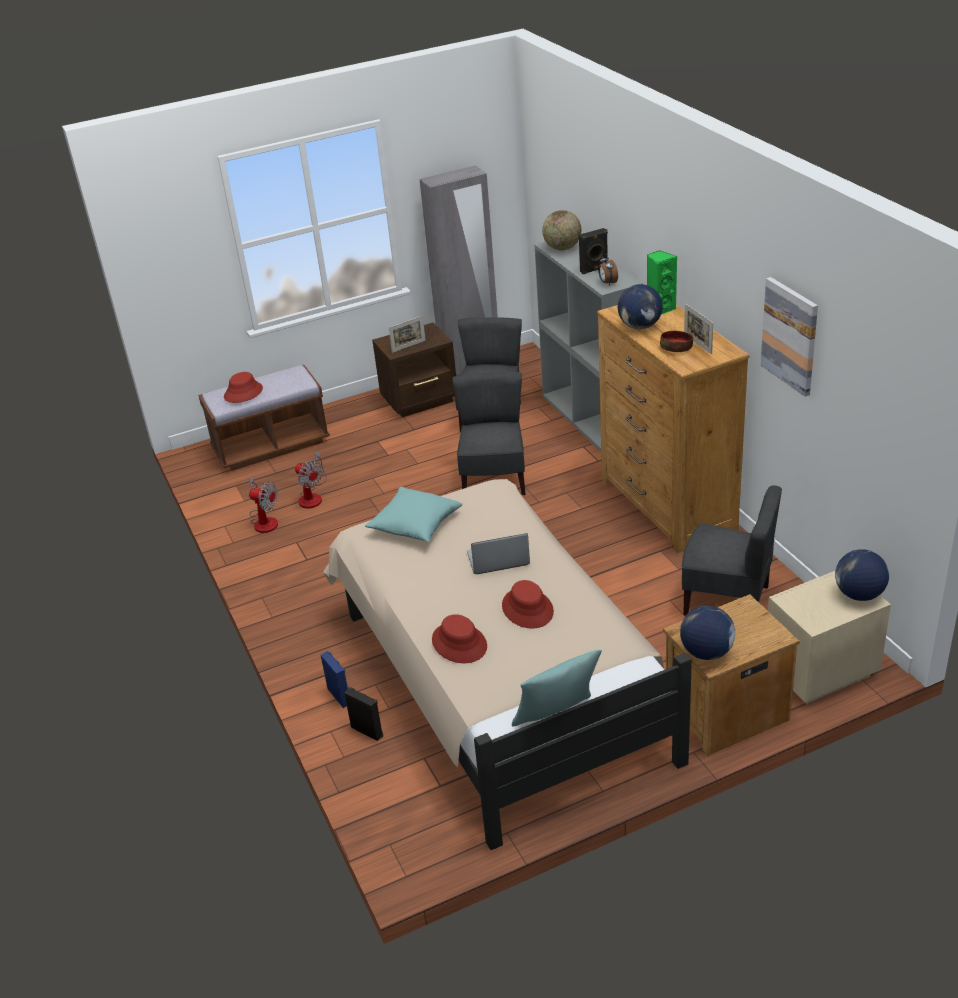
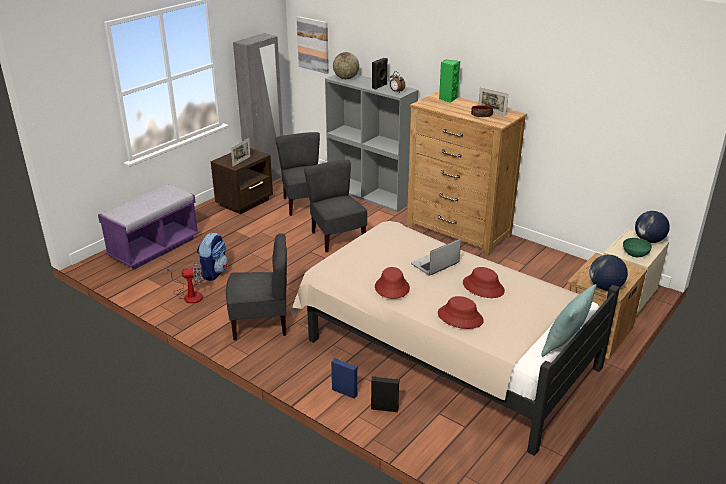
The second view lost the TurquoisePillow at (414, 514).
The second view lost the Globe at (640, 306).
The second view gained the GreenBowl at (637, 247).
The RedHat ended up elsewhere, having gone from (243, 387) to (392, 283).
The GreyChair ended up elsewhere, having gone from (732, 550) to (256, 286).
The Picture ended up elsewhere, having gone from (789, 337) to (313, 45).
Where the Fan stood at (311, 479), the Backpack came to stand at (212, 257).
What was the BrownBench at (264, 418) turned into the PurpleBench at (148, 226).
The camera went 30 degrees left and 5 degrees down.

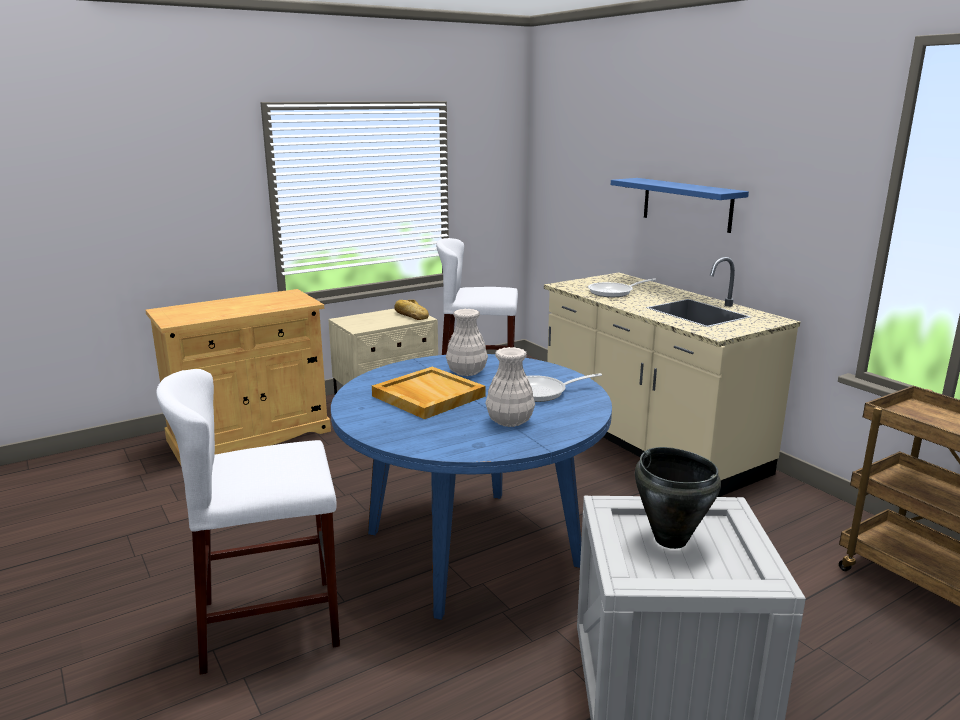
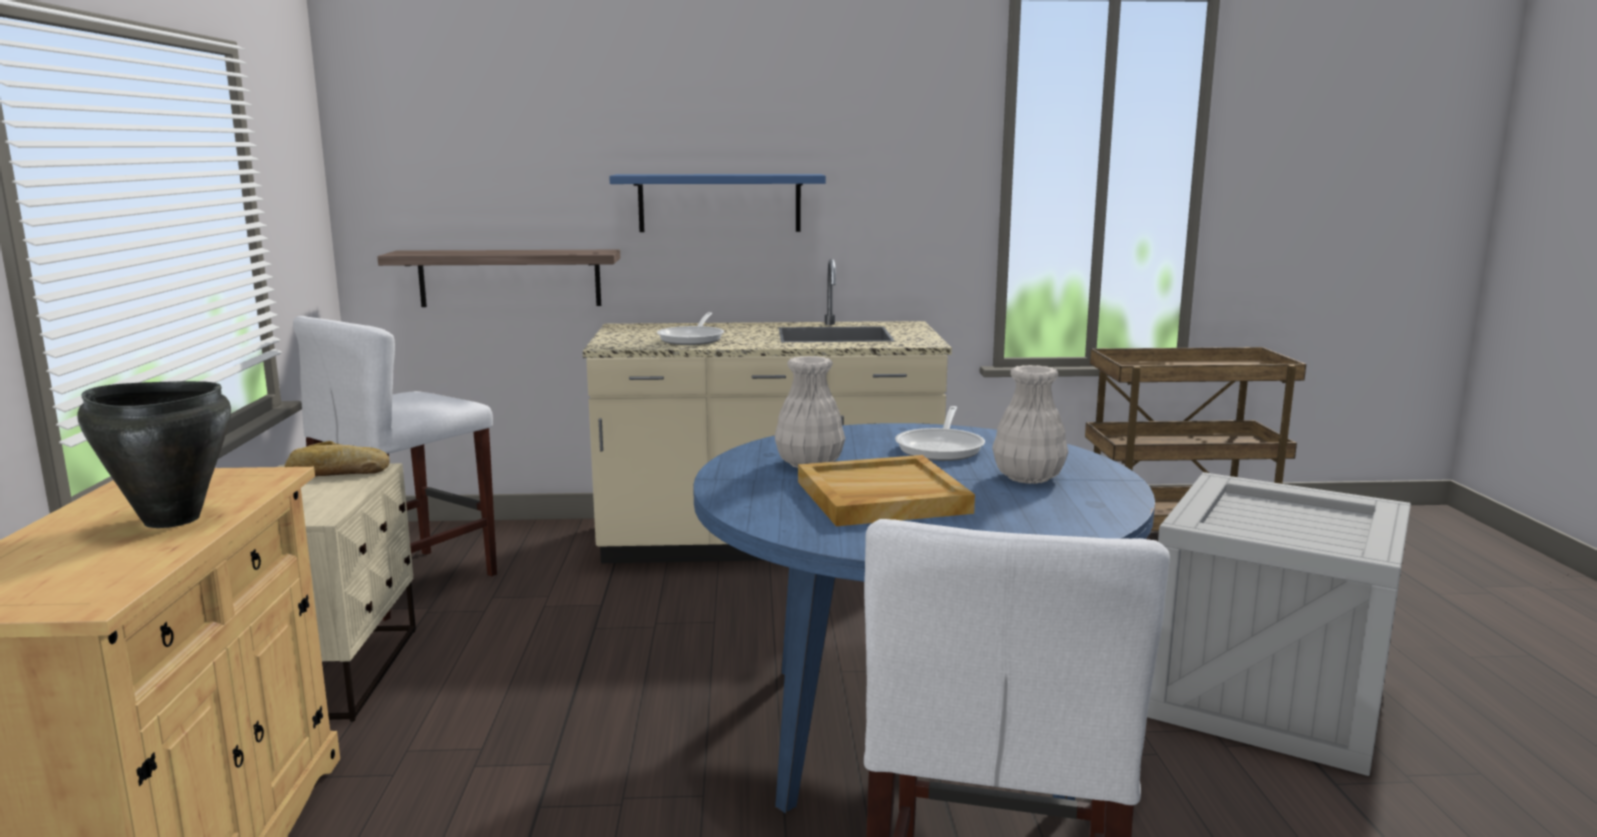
The second view gained the Shelf at (498, 278).
The BlackCookingPot ended up elsewhere, having gone from (678, 498) to (154, 454).
The camera went 60 degrees left and 5 degrees down.

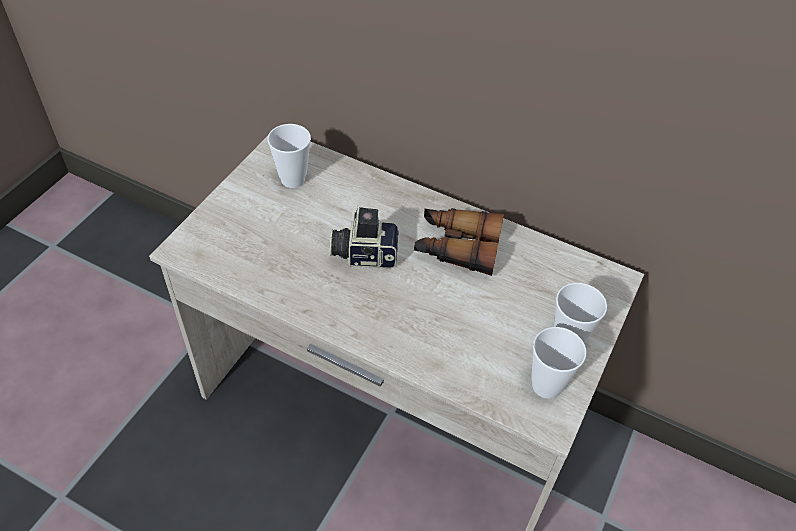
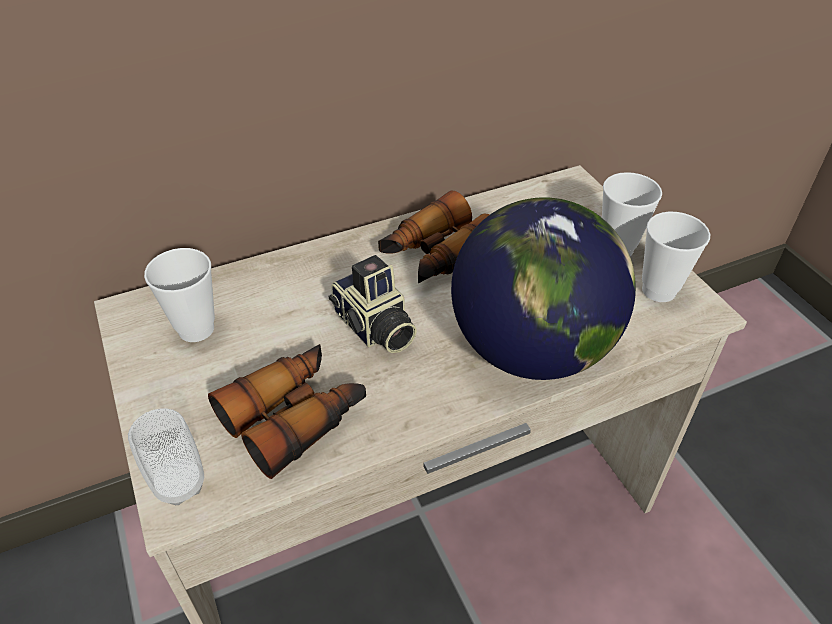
The second view gained the Cup at (166, 457).
The second view gained the Binoculars at (287, 411).
The second view gained the Globe at (543, 288).
The PhotoCamera at (364, 236) ended up facing another way, 75 degrees counterclockwise from before.
The camera went 50 degrees left and 5 degrees down.

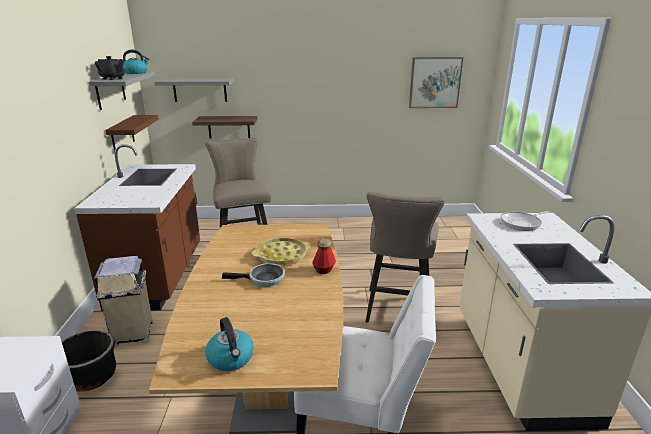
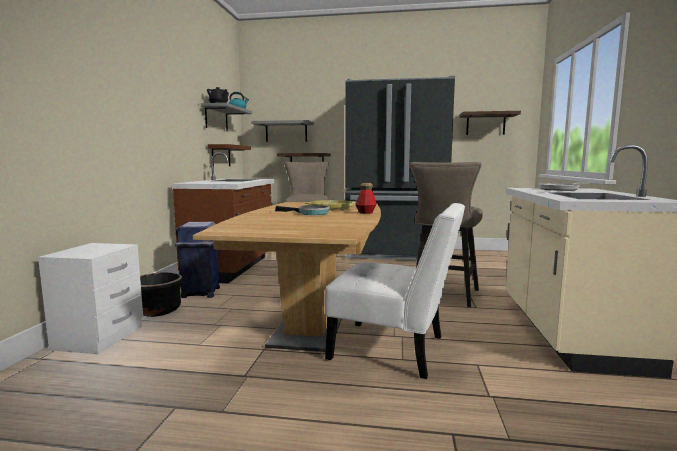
The second view lost the Kettle at (229, 344).
The second view gained the BlackFridge at (400, 168).
Where the Picture hung at (436, 82), the Shelf came to hang at (490, 123).
What was the BeigeTrashCan at (123, 301) turned into the BlueTrashCan at (197, 260).
The camera went 10 degrees right and 15 degrees down.

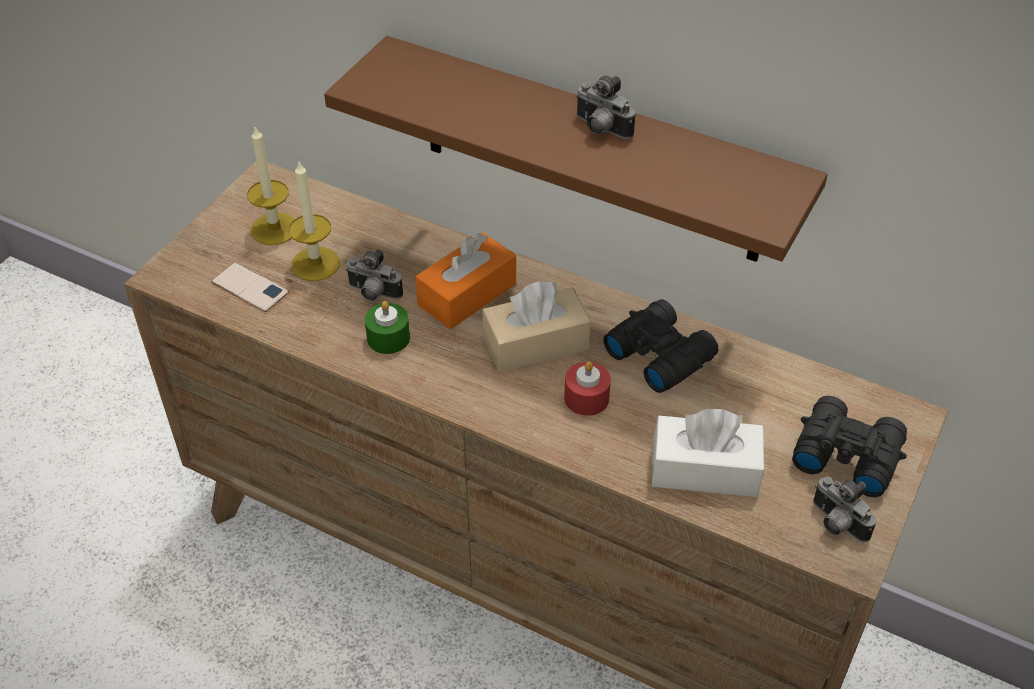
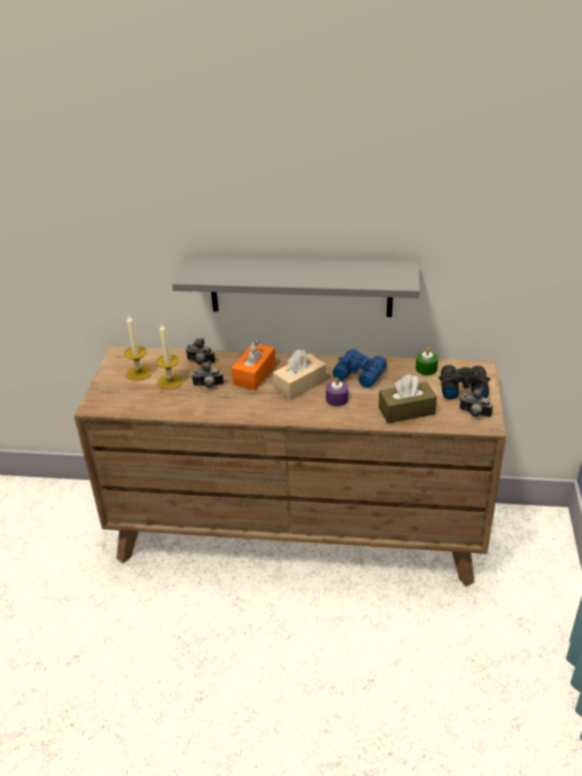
The second view lost the Phone at (250, 287).
The GreenCandle ended up elsewhere, having gone from (387, 327) to (426, 361).
The PhotoCamera ended up elsewhere, having gone from (605, 107) to (200, 351).
What was the BrownShelf at (576, 149) turned into the GreyShelf at (296, 286).
What was the RedCandle at (587, 388) turned into the PurpleCandle at (337, 391).
What was the BlackBinoculars at (660, 346) turned into the BlueBinoculars at (360, 368).
What was the WhiteTissueBox at (708, 453) turned into the BrownTissueBox at (408, 398).
The camera went 20 degrees left and 10 degrees down.

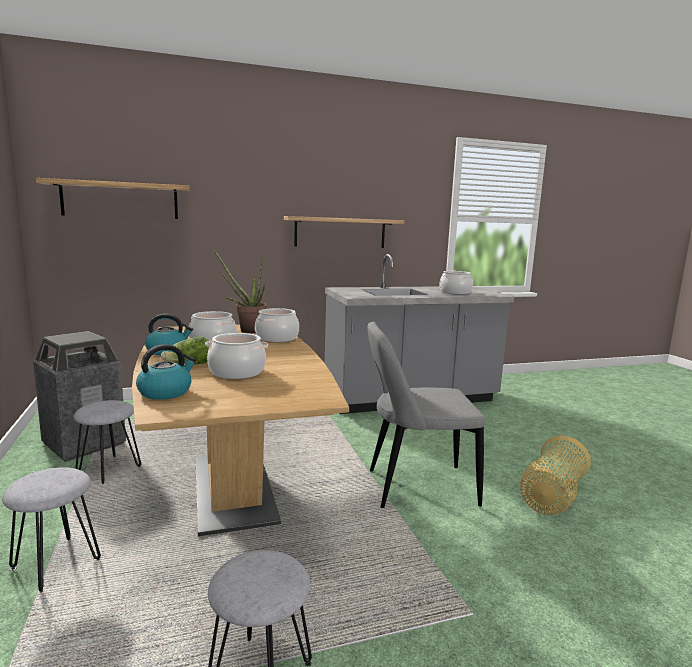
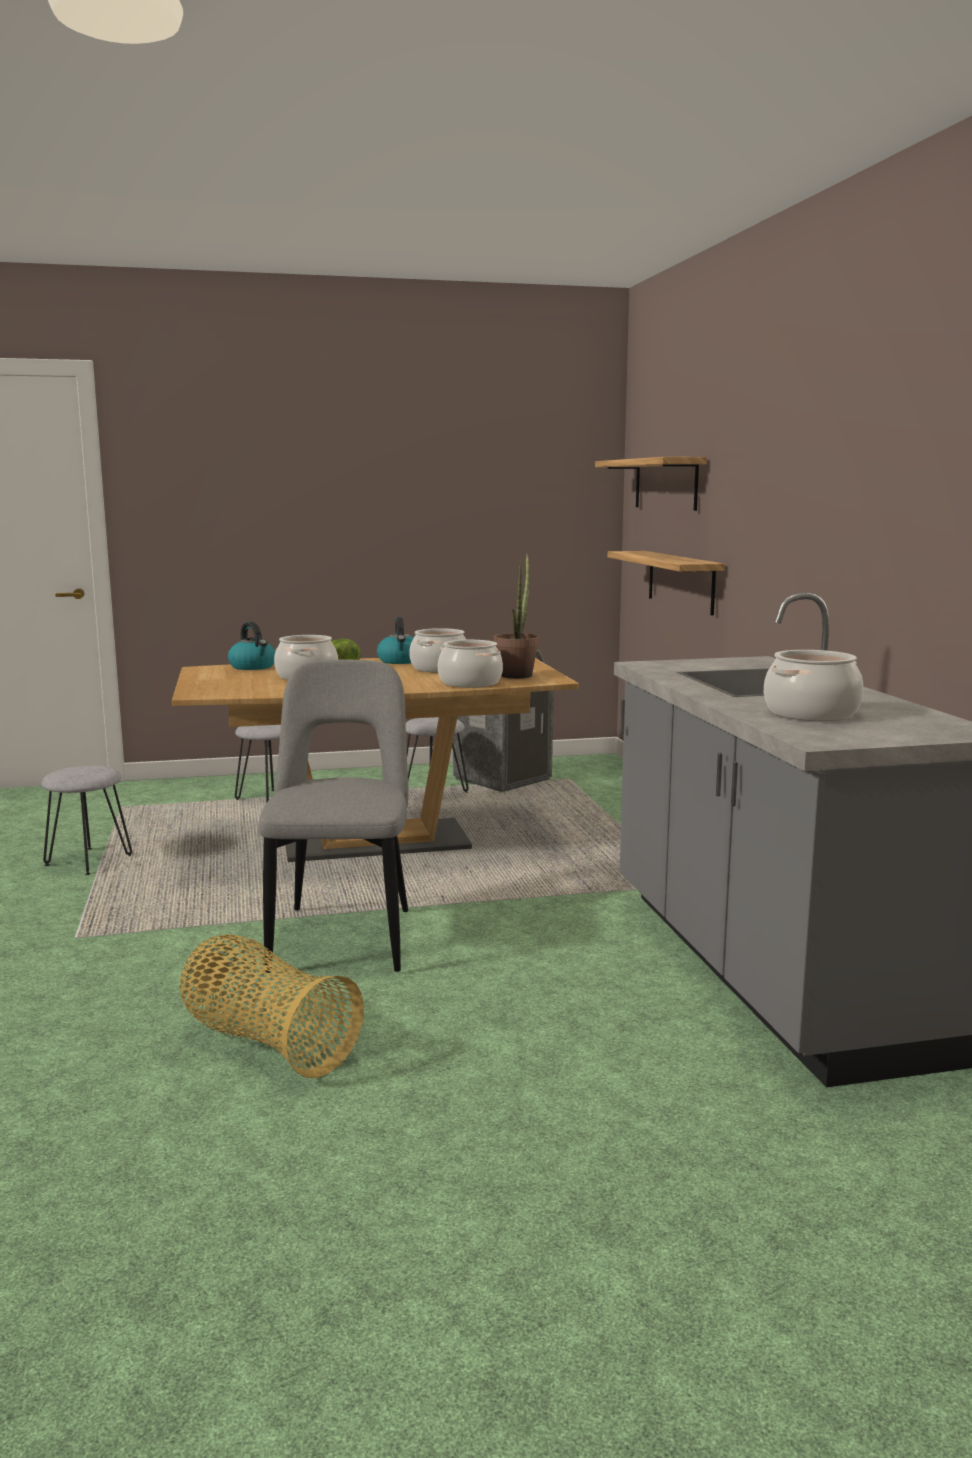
The Shelf ended up elsewhere, having gone from (344, 232) to (666, 583).
The camera went 95 degrees right and 0 degrees up.

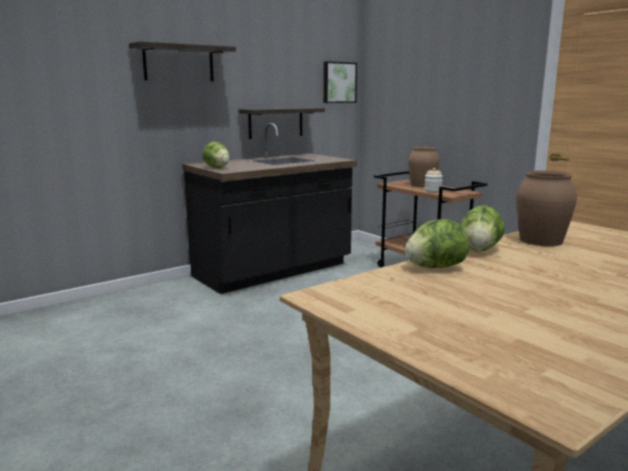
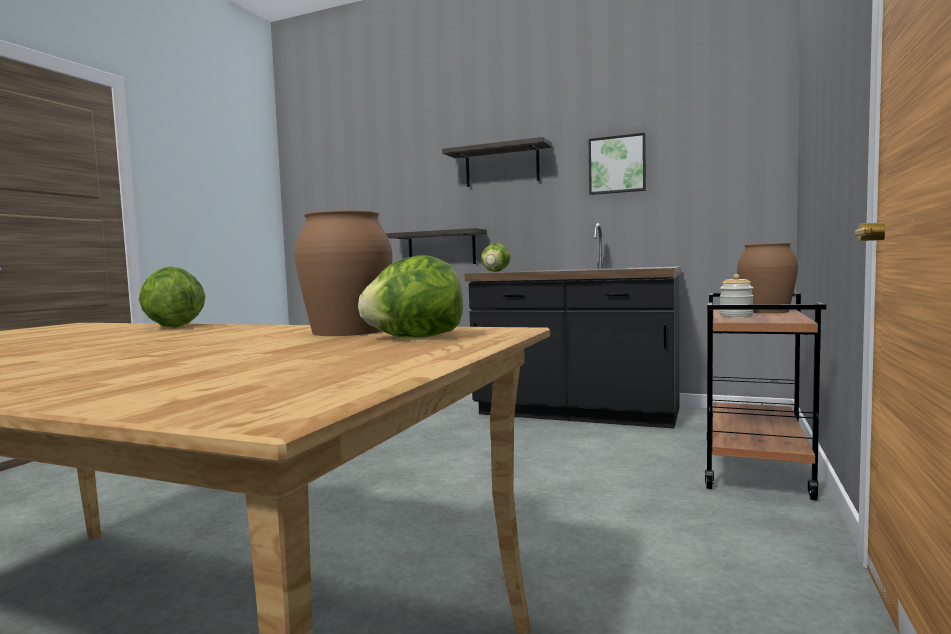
The Shelf ended up elsewhere, having gone from (281, 123) to (436, 246).
The Picture ended up elsewhere, having gone from (340, 82) to (617, 164).
The Lettuce ended up elsewhere, having gone from (482, 228) to (410, 296).
The camera went 60 degrees right and 10 degrees down.

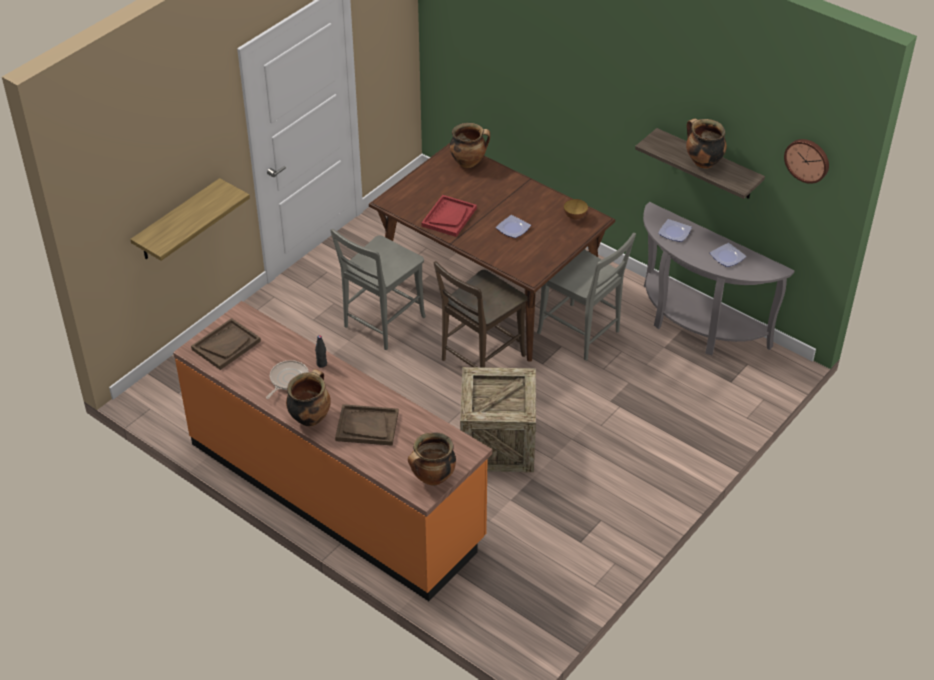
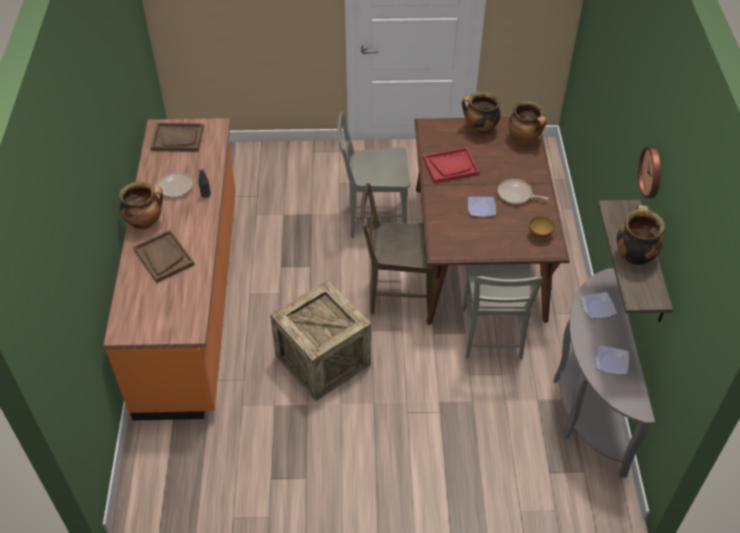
The second view lost the Shelf at (190, 219).
The second view gained the FryingPan at (523, 191).
The CookingPot ended up elsewhere, having gone from (432, 459) to (481, 113).
The WallClock ended up elsewhere, having gone from (806, 161) to (649, 172).
The camera went 50 degrees right and 5 degrees up.

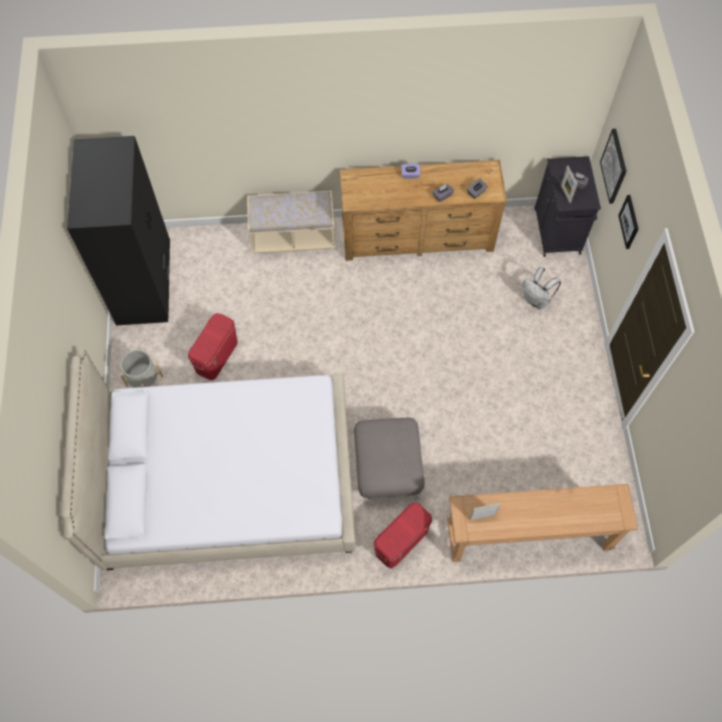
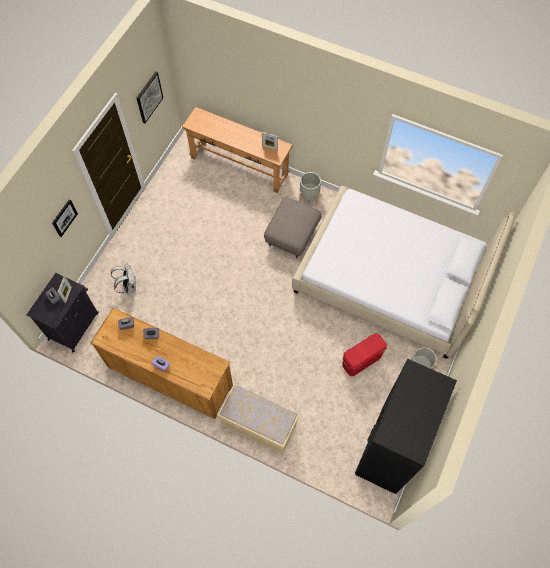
The Picture ended up elsewhere, having gone from (613, 166) to (149, 97).
Where the RedStorageBox stood at (403, 535), the GreyPlanter came to stand at (310, 188).
The camera went 150 degrees left and 0 degrees up.

